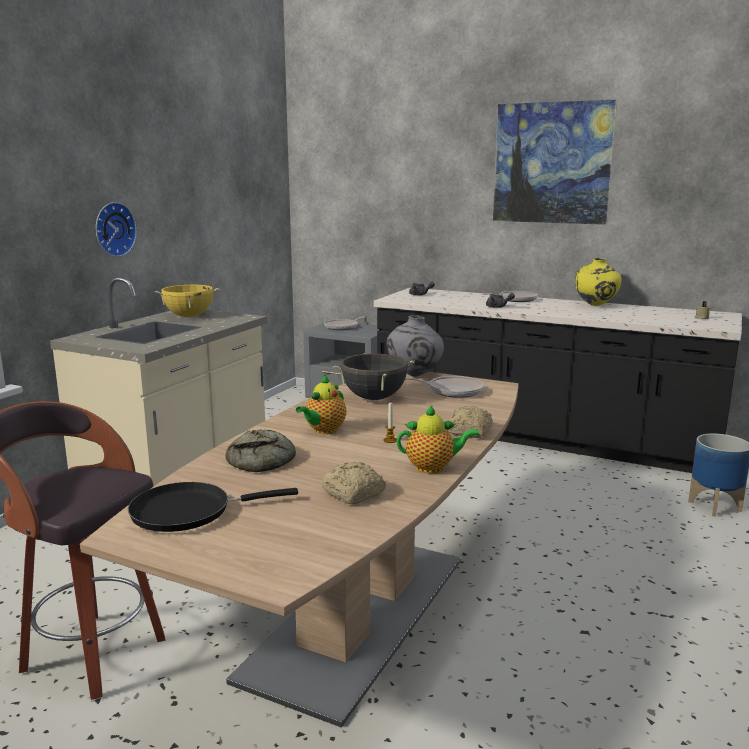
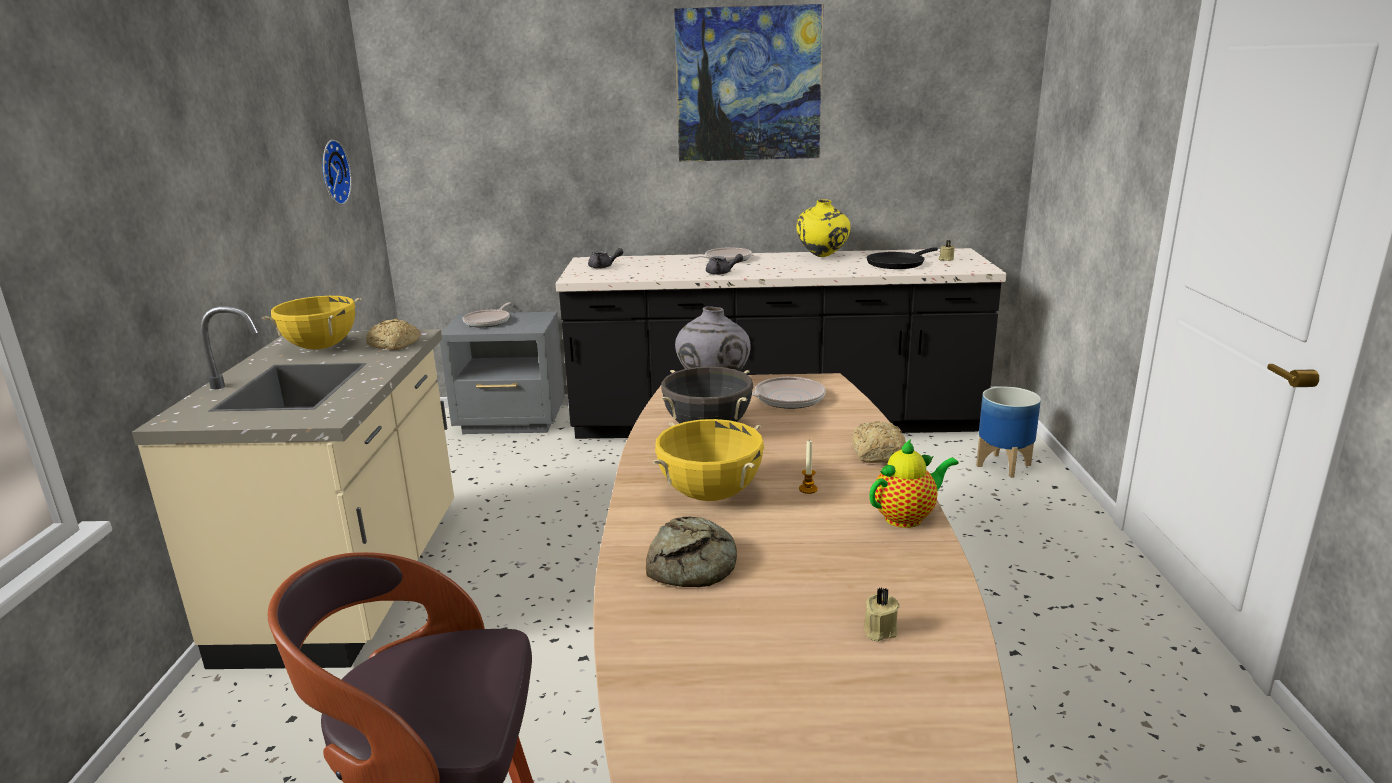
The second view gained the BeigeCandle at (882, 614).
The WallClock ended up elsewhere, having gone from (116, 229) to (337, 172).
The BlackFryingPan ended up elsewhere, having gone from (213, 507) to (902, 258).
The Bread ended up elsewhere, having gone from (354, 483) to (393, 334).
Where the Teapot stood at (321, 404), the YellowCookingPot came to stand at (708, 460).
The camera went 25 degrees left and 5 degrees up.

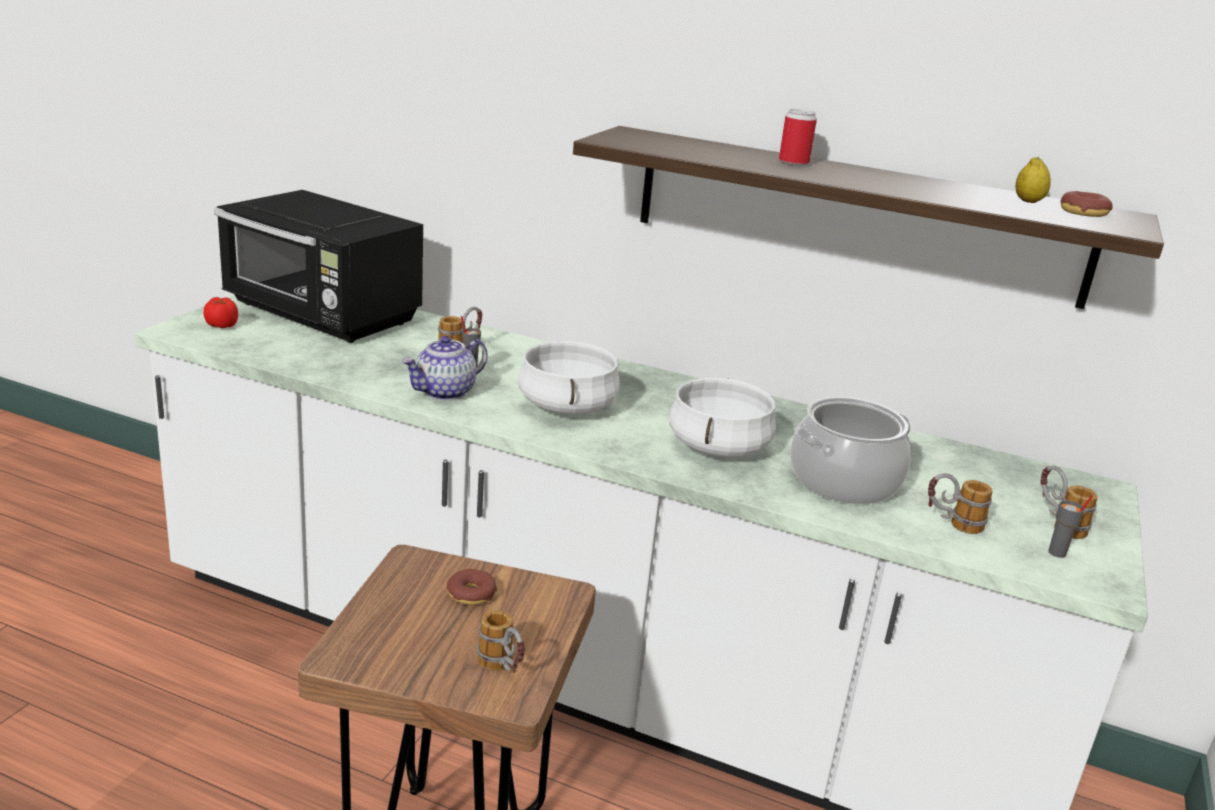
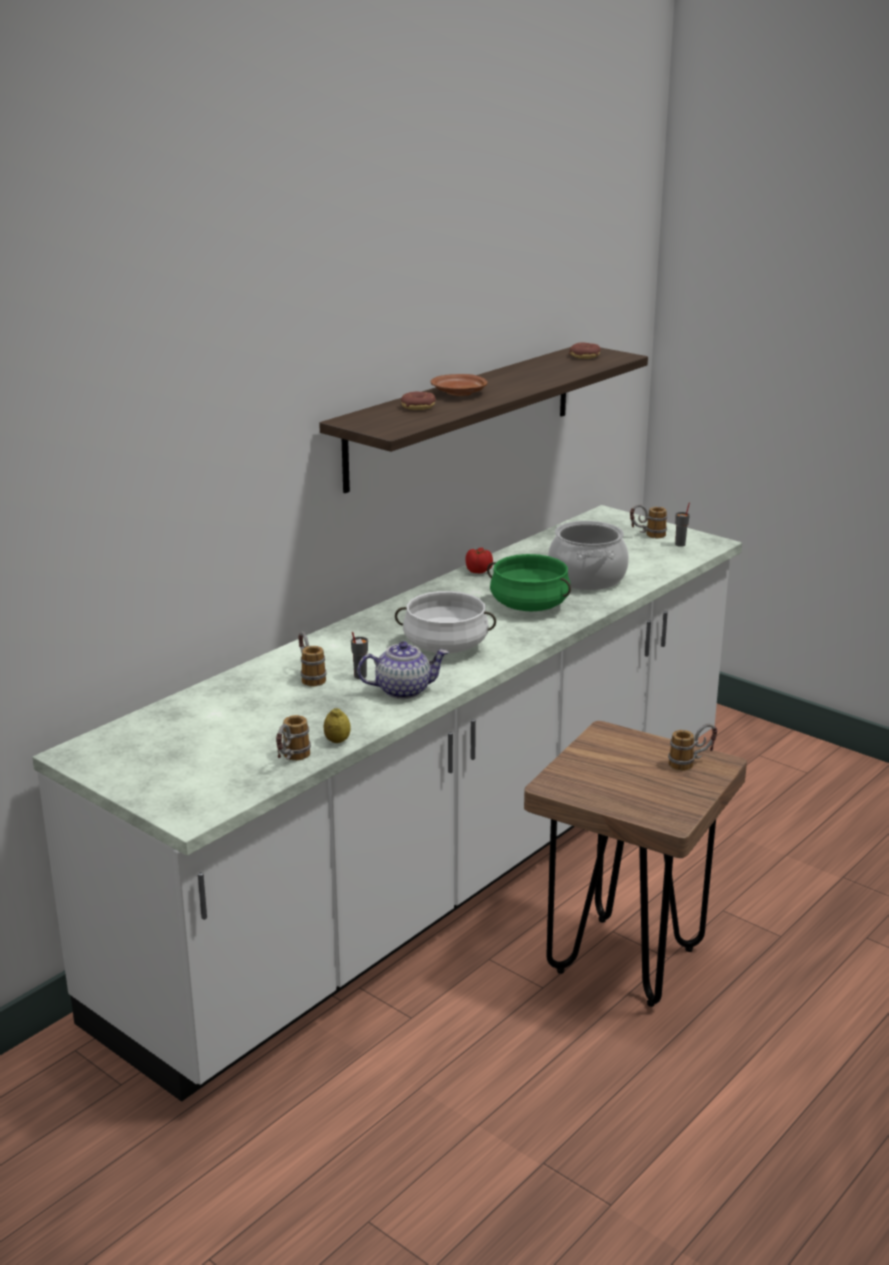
The second view lost the BlackMicrowave at (318, 266).
The Tomato ended up elsewhere, having gone from (221, 312) to (479, 560).
The Donut ended up elsewhere, having gone from (472, 587) to (418, 400).
The Mug ended up elsewhere, having gone from (960, 503) to (293, 738).
The Lemon ended up elsewhere, having gone from (1033, 180) to (337, 725).
Where the Can stood at (798, 137), the BrownPlate came to stand at (459, 385).
What was the WhiteCookingPot at (722, 417) turned into the GreenCookingPot at (529, 582).
The Teapot at (445, 368) ended up facing another way, 75 degrees counterclockwise from before.
The camera went 70 degrees left and 0 degrees up.

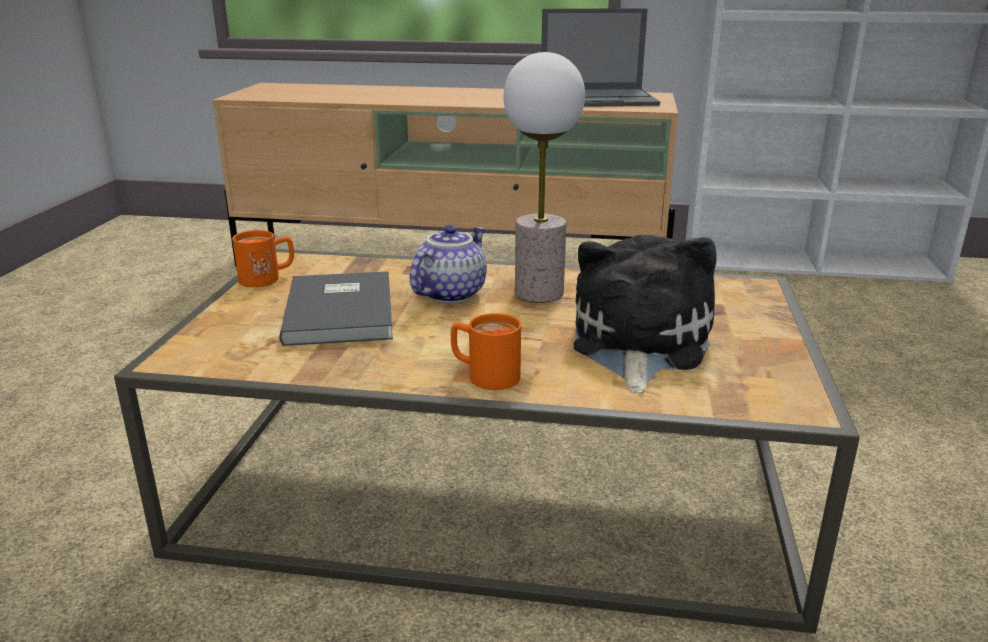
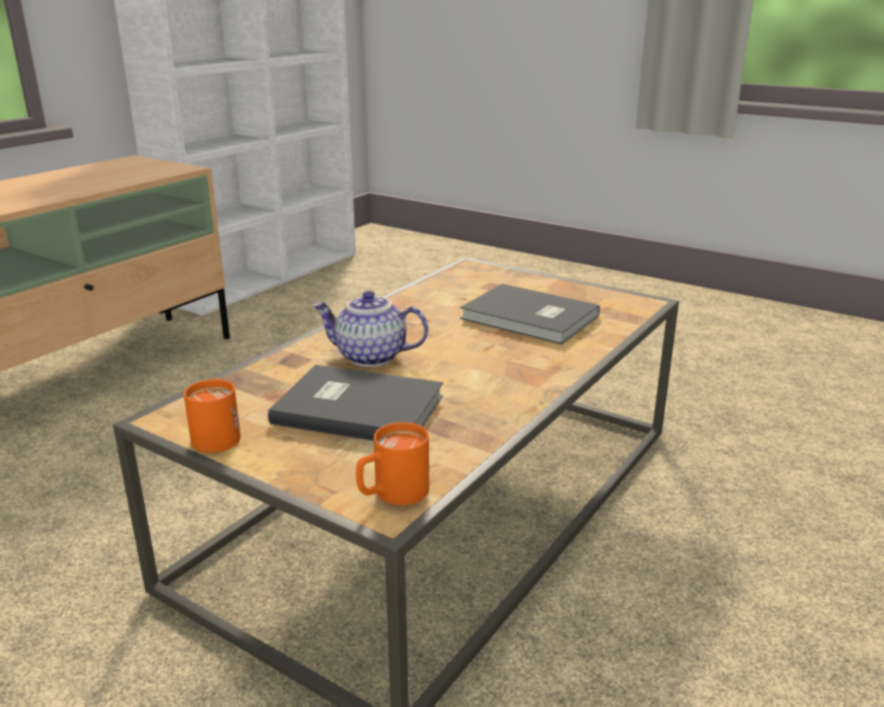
The second view lost the TableLamp at (544, 177).
The second view lost the Laptop at (600, 57).
The OrangeMug ended up elsewhere, having gone from (486, 351) to (392, 463).
Where the PlushToy stood at (645, 314), the GreyBook came to stand at (530, 314).
The Teapot at (448, 264) ended up facing another way, 45 degrees counterclockwise from before.
The camera went 65 degrees left and 0 degrees up.

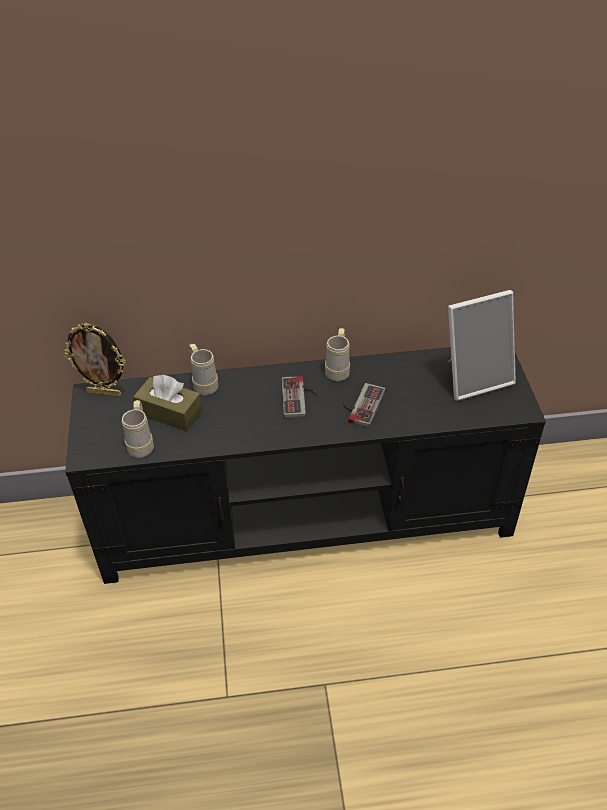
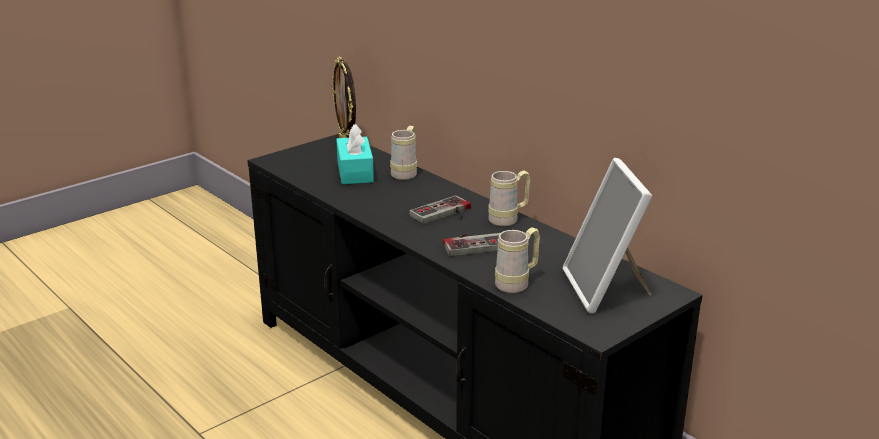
The BeigeMug ended up elsewhere, having gone from (138, 429) to (517, 260).
What was the BrownTissueBox at (168, 403) turned into the TurquoiseTissueBox at (355, 154).
The PictureFrame at (482, 345) ended up facing another way, 45 degrees clockwise from before.
The camera went 55 degrees right and 20 degrees down.

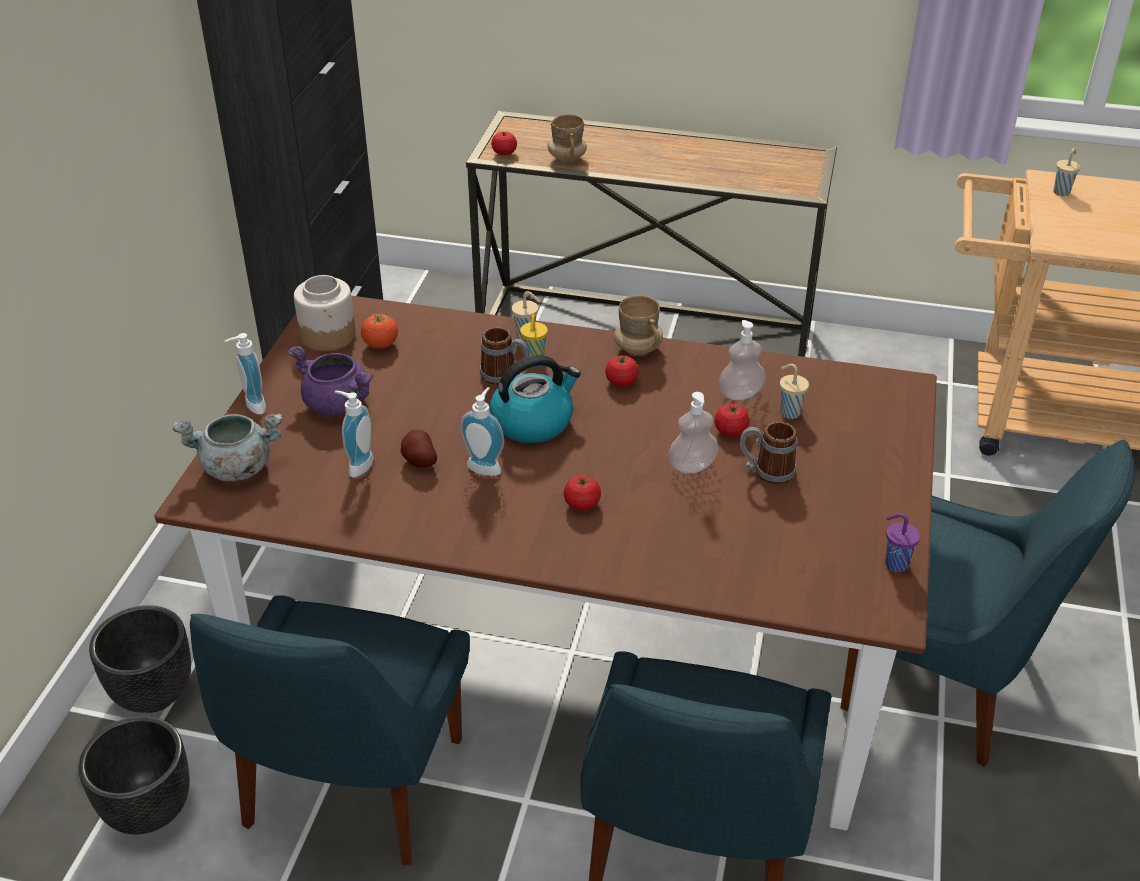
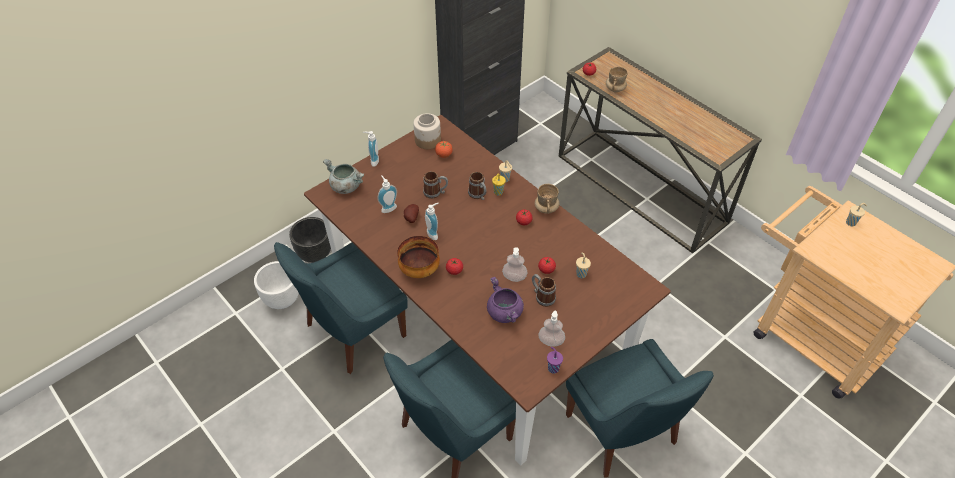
The second view lost the Kettle at (535, 399).
The second view gained the Bowl at (418, 257).
The second view gained the Mug at (435, 185).
The PurpleCookingPot ended up elsewhere, having gone from (330, 381) to (505, 300).
The SoapDispenser ended up elsewhere, having gone from (742, 360) to (551, 328).
What was the BlackPlanter at (134, 775) turned into the WhitePlanter at (276, 285).
The camera went 35 degrees right and 10 degrees up.

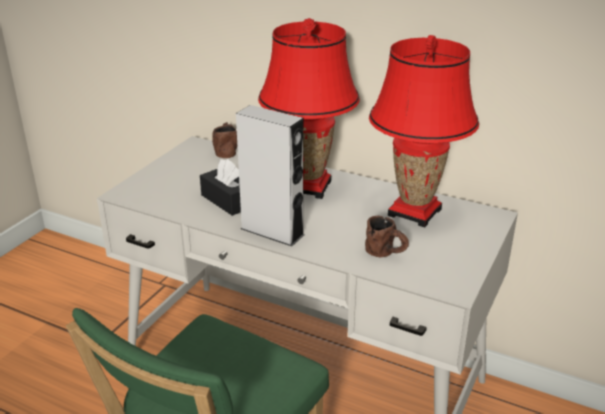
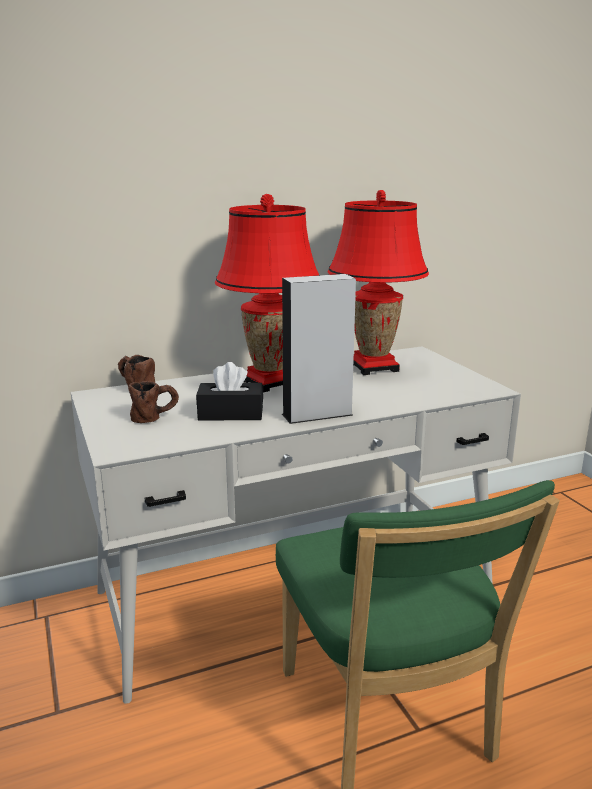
The BrownMug ended up elsewhere, having gone from (387, 236) to (153, 402).
The camera went 50 degrees left and 10 degrees down.

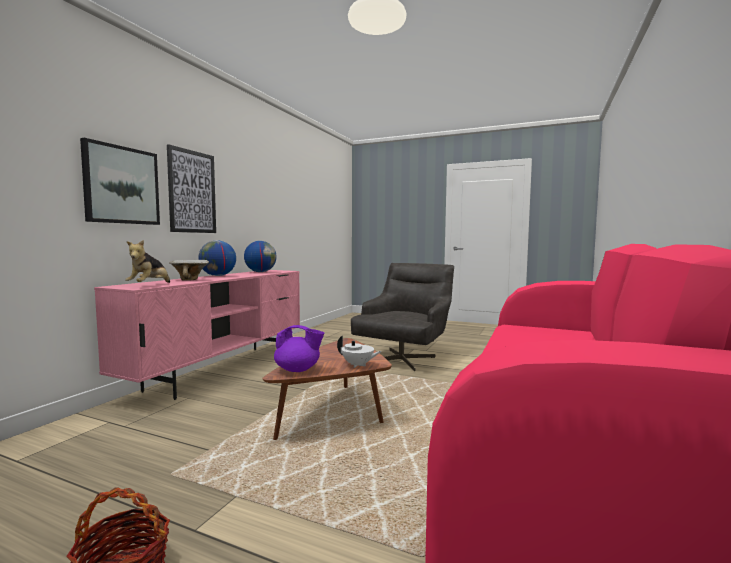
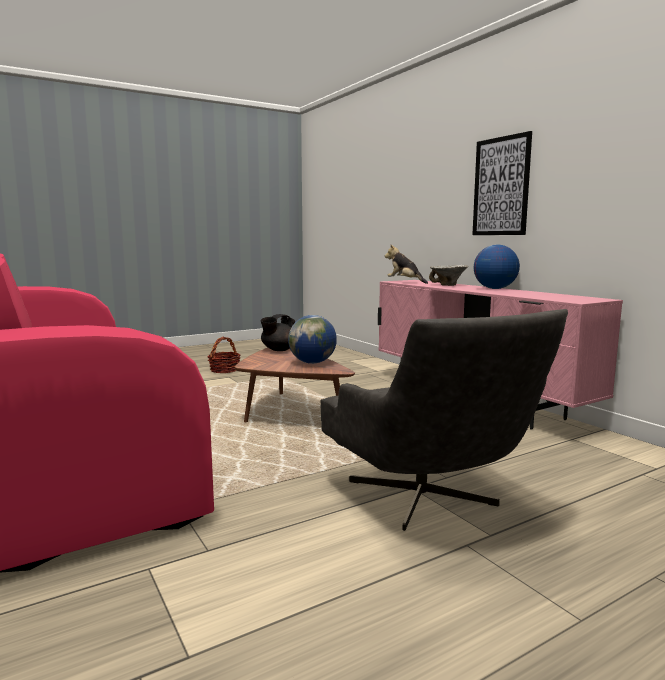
The second view lost the Picture at (120, 181).
The second view lost the WhiteTeapot at (359, 352).
The Globe ended up elsewhere, having gone from (260, 256) to (312, 339).
What was the PurpleTeapot at (299, 348) turned into the BlackTeapot at (278, 332).
The camera went 125 degrees right and 5 degrees up.

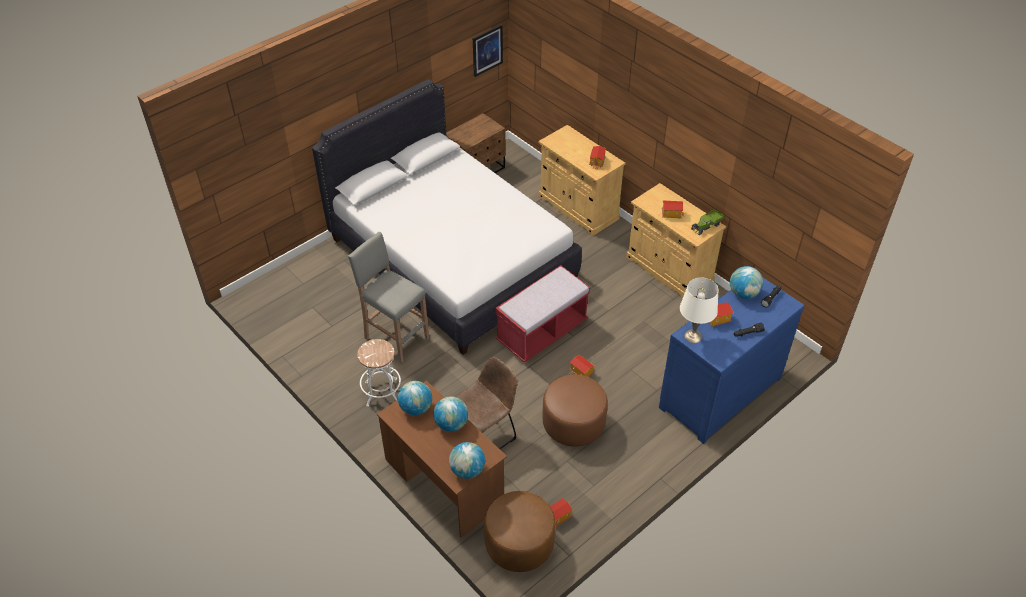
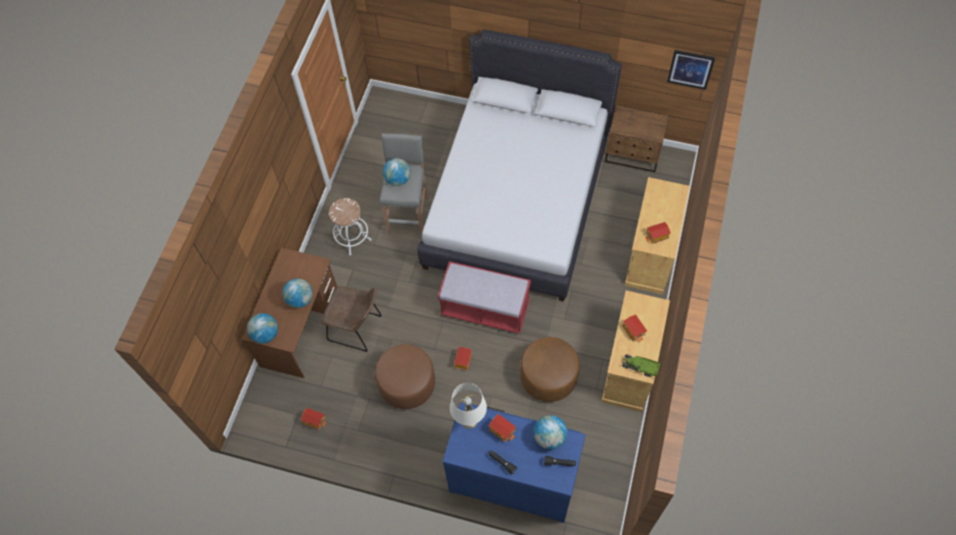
The Globe ended up elsewhere, having gone from (415, 398) to (397, 172).
The BrownOttoman ended up elsewhere, having gone from (519, 531) to (550, 369).
The camera went 60 degrees right and 15 degrees up.

